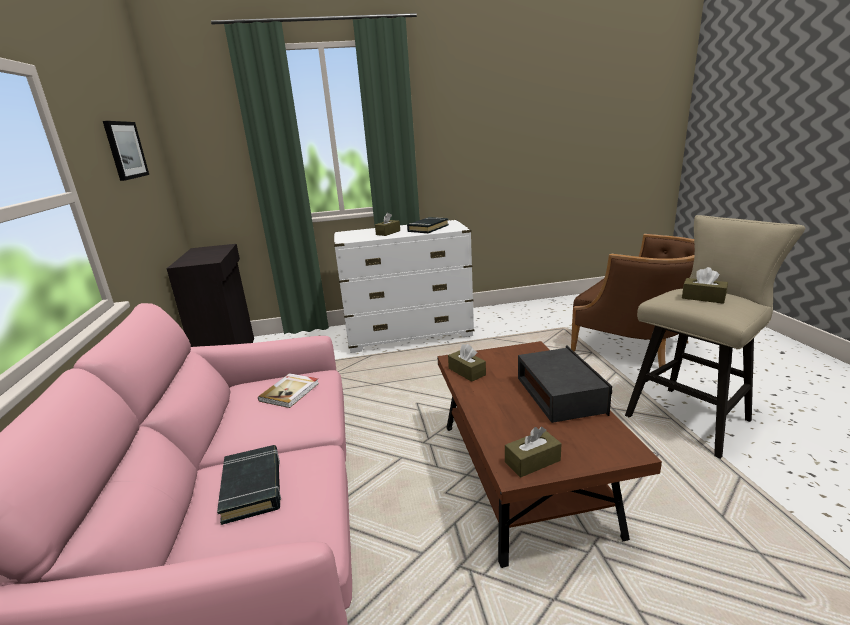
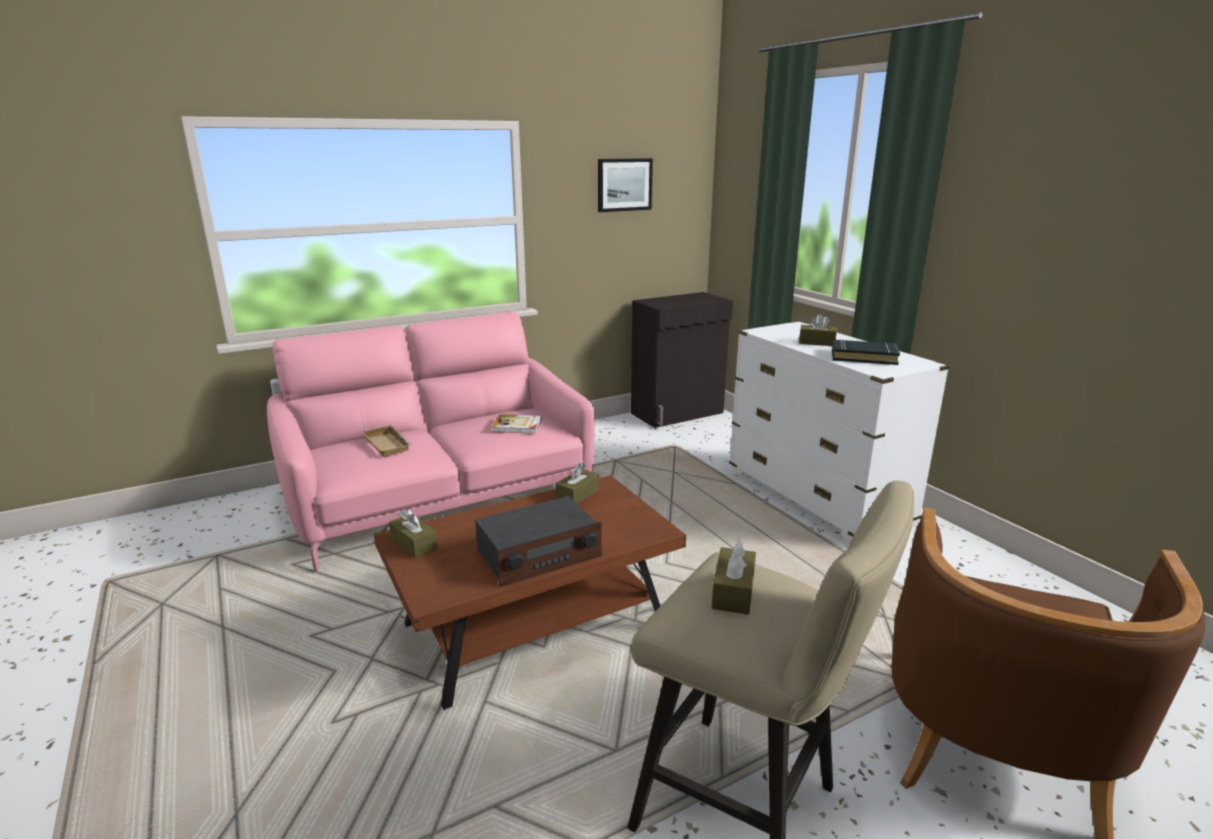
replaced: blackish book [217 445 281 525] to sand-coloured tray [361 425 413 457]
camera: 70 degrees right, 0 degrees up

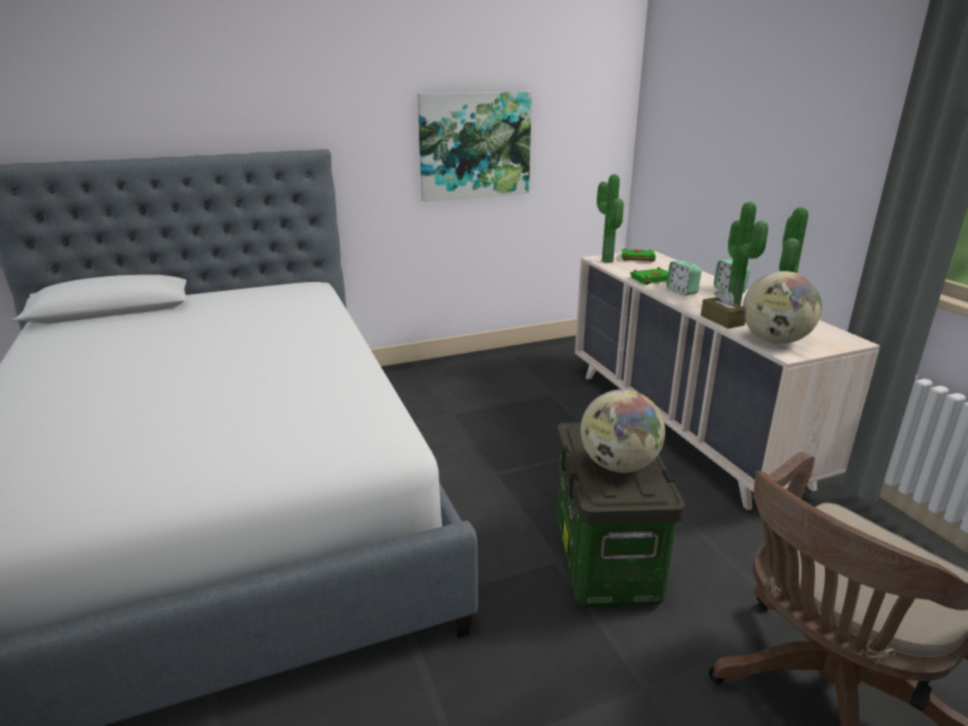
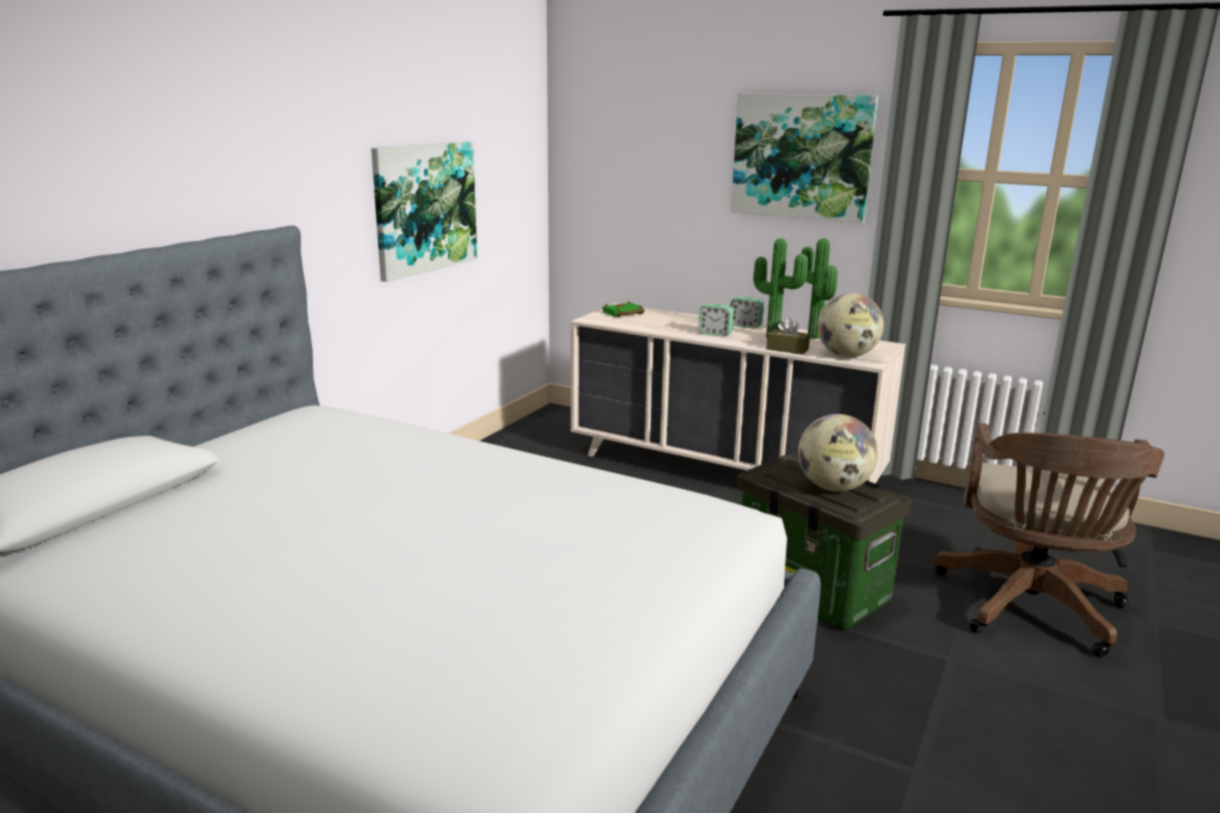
removed: potted plant [597 174 624 263]; greenish book [630 267 668 285]
added: wall art [731 93 878 223]
camera: 40 degrees left, 5 degrees down

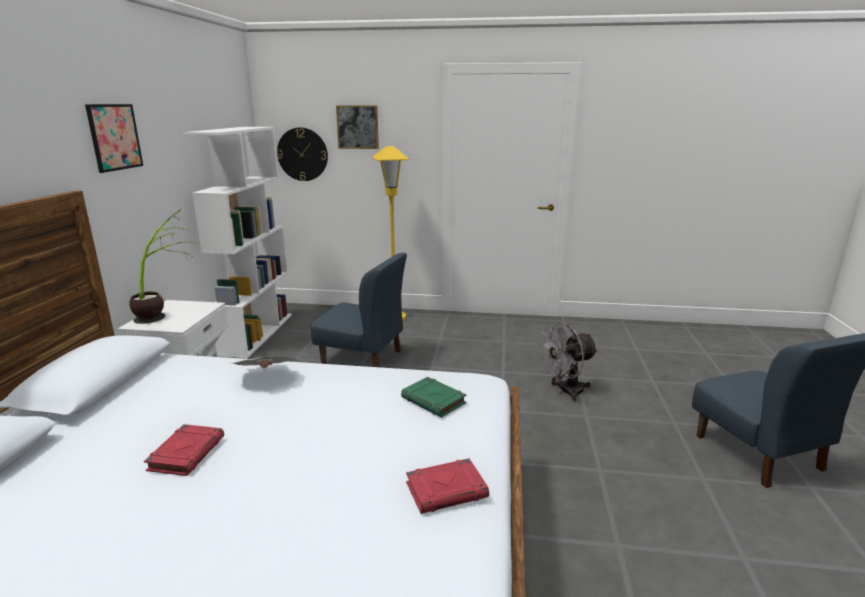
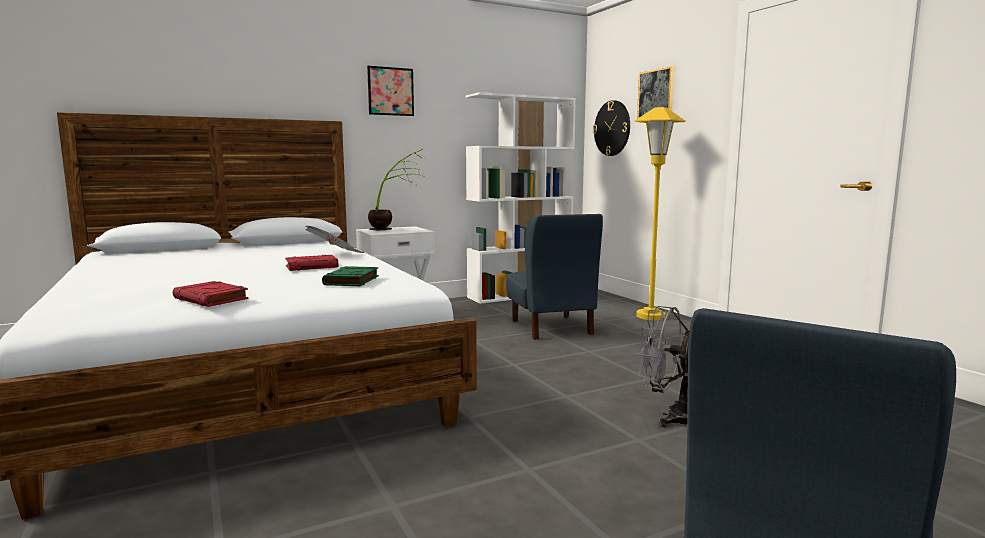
moved: red book [144 424 224 476] to [285 255 338 271]
camera: 55 degrees right, 10 degrees down

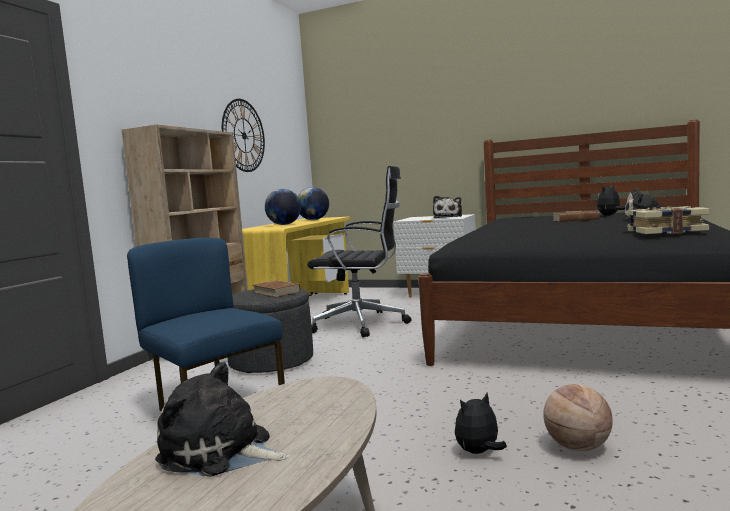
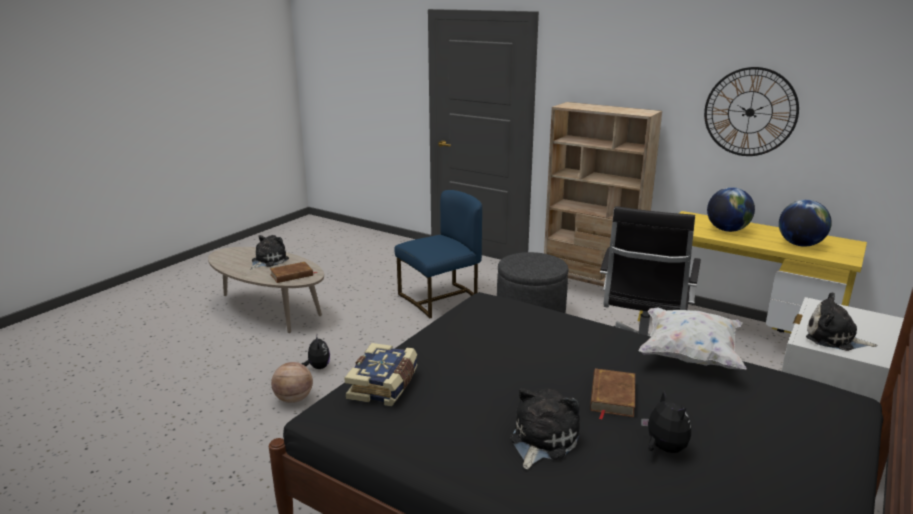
added: whitish cushion [638 307 747 369]
moved: brown book [253 280 301 297] to [270 262 317 283]
camera: 100 degrees right, 15 degrees up

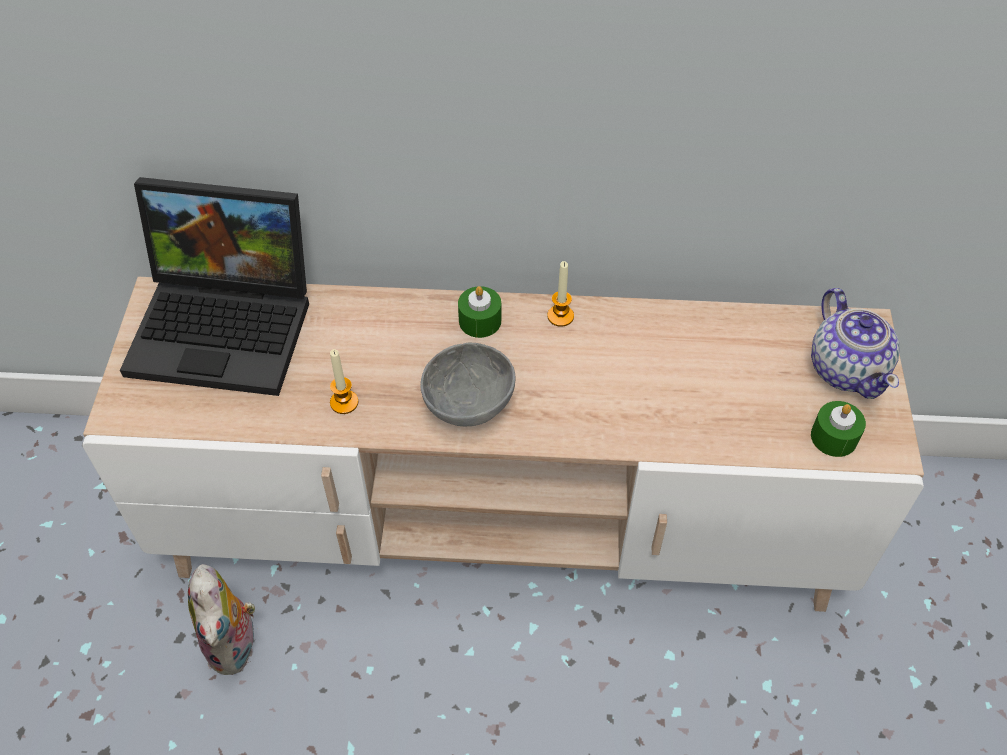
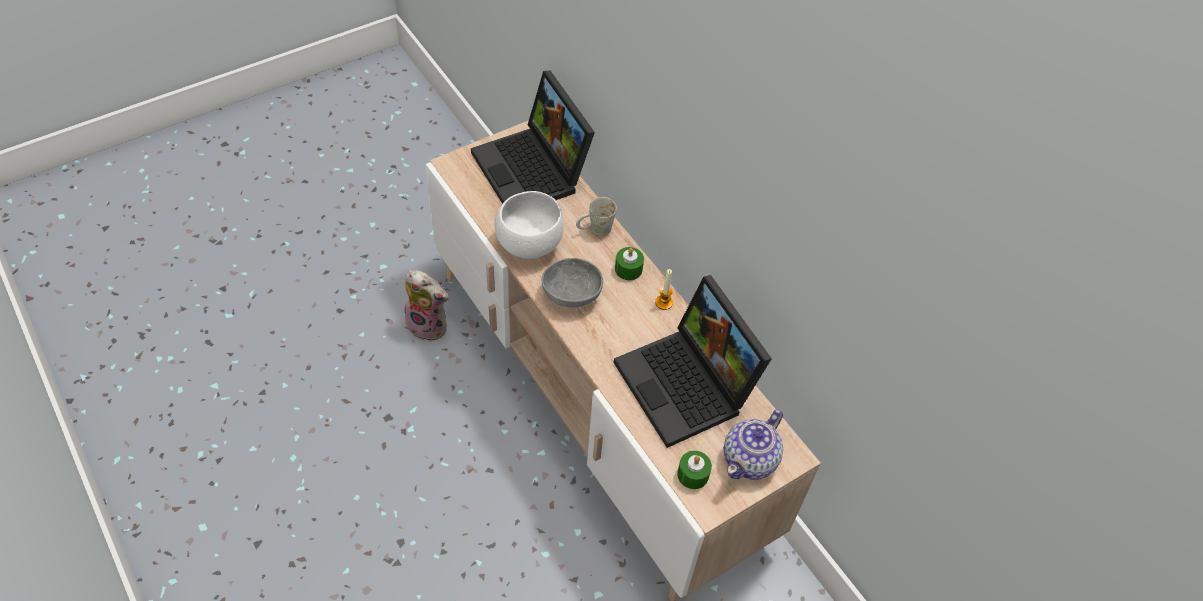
added: whitish tea mug [576 197 617 236]; portable computer [614 275 772 448]
replaced: wax candle [330 349 359 414] to whitish deep dish [495 191 564 259]
turned: cuddly toy [188 564 258 675] = [404 270 449 342] 105 degrees counterclockwise
camera: 50 degrees right, 0 degrees up

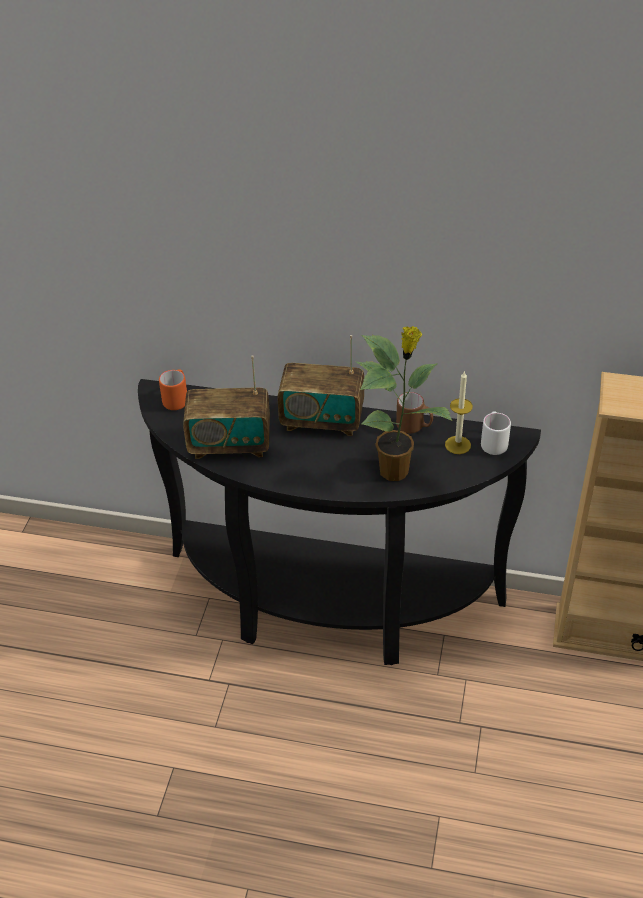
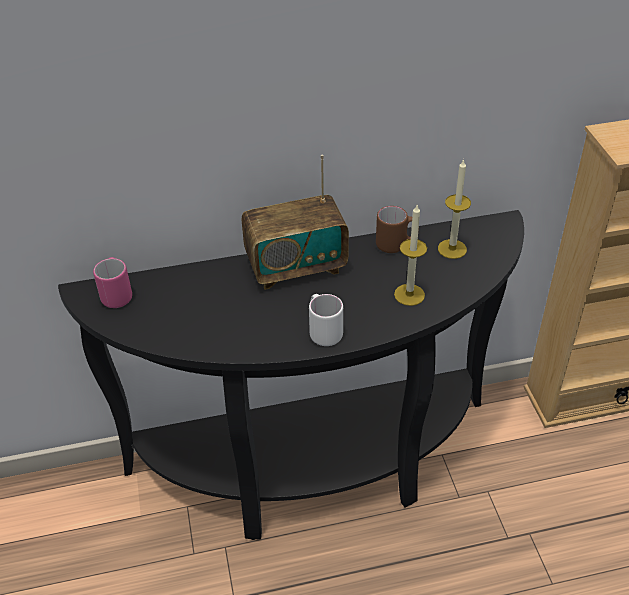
removed: radio set [183 355 270 459]
moved: whitish tea mug [481 411 511 455] to [309 294 343 346]
replaced: potted plant [356 326 452 481] to wax candle [394 205 427 306]
recoloured: orange tea mug [159 369 187 410] to pinkish tea mug [93 257 132 308]
camera: 25 degrees left, 0 degrees up

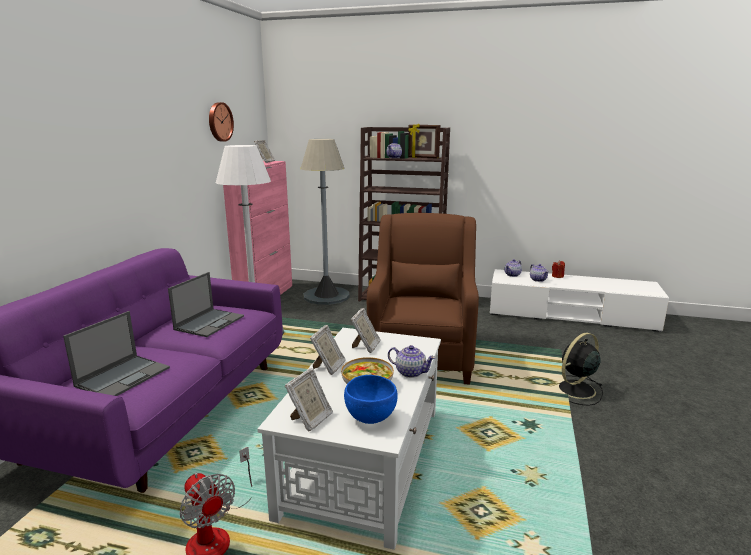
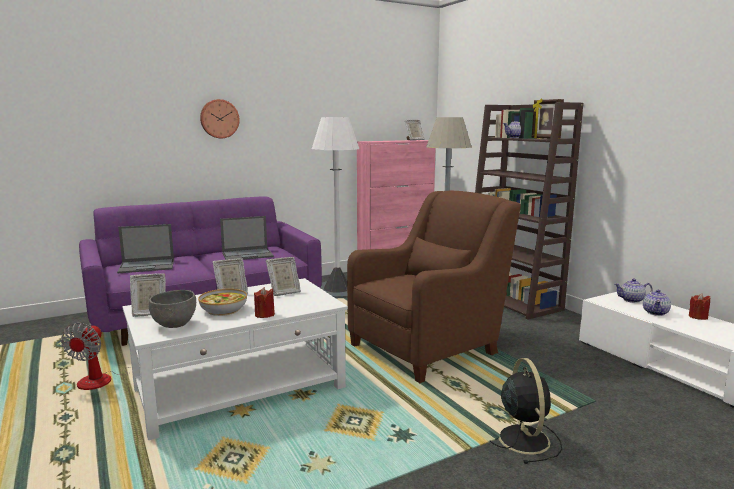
moved: hanging clock [209 102 234 142] to [200 99 239 138]
replaced: pot for tea [388 345 435 378] to red wax candle [254 287 275 318]
recoloured: bluish deep dish [344 375 398 424] to grey deep dish [149 290 196 328]
turned: blackish electric fan [559 333 603 406] = [489 358 562 464] 75 degrees clockwise
camera: 45 degrees right, 5 degrees down

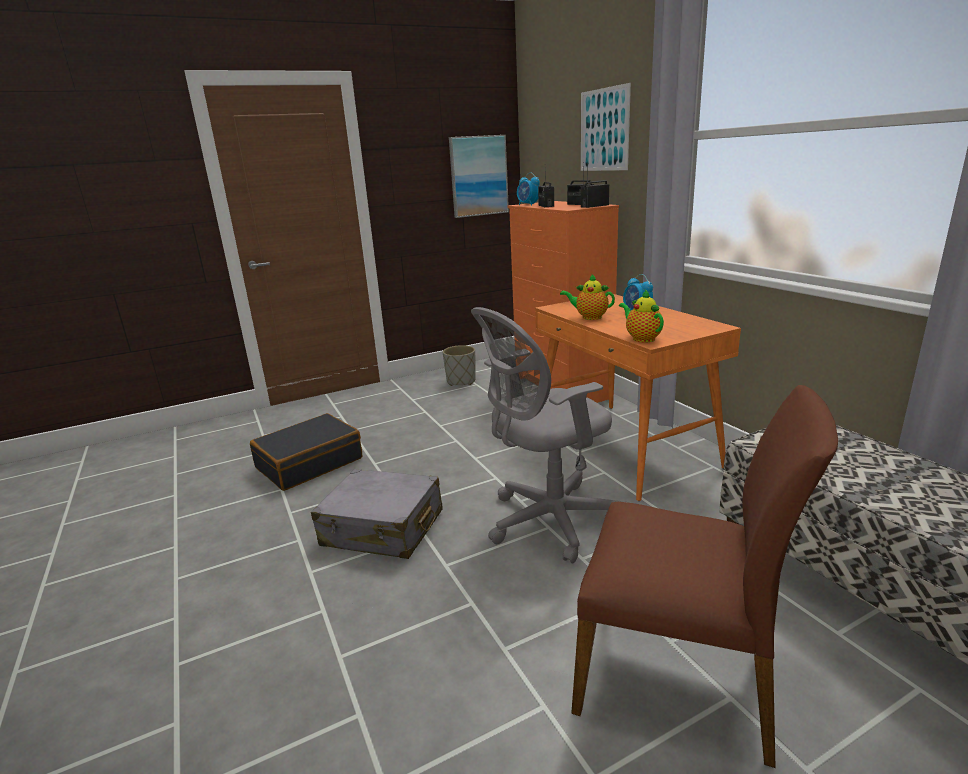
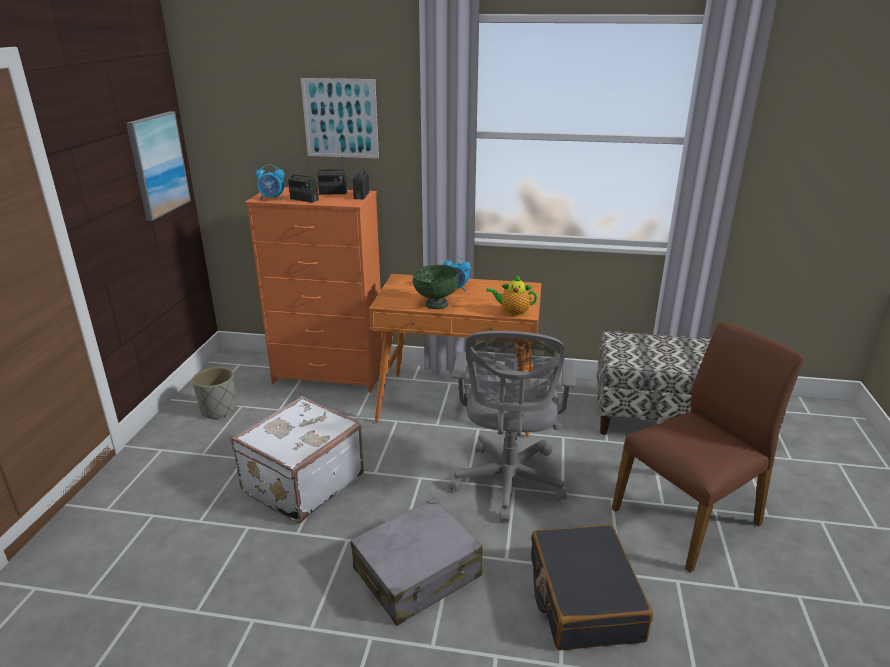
added: whitish piece of luggage [231 396 364 523]
moved: blackish piece of luggage [250 413 362 491] to [531 524 653 650]
replaced: pot for tea [560 273 615 320] to greenish deep dish [413 265 459 309]
camera: 55 degrees left, 5 degrees up

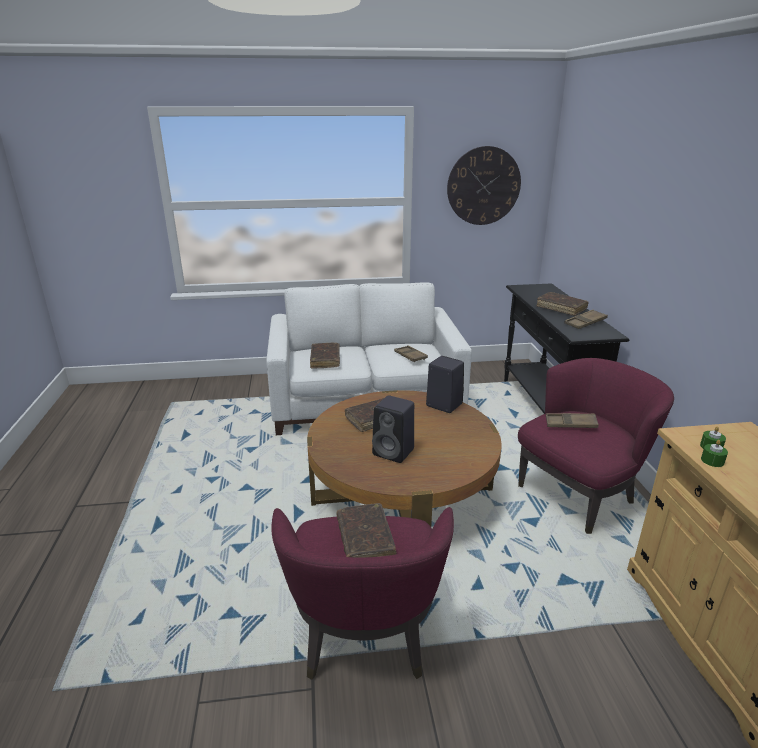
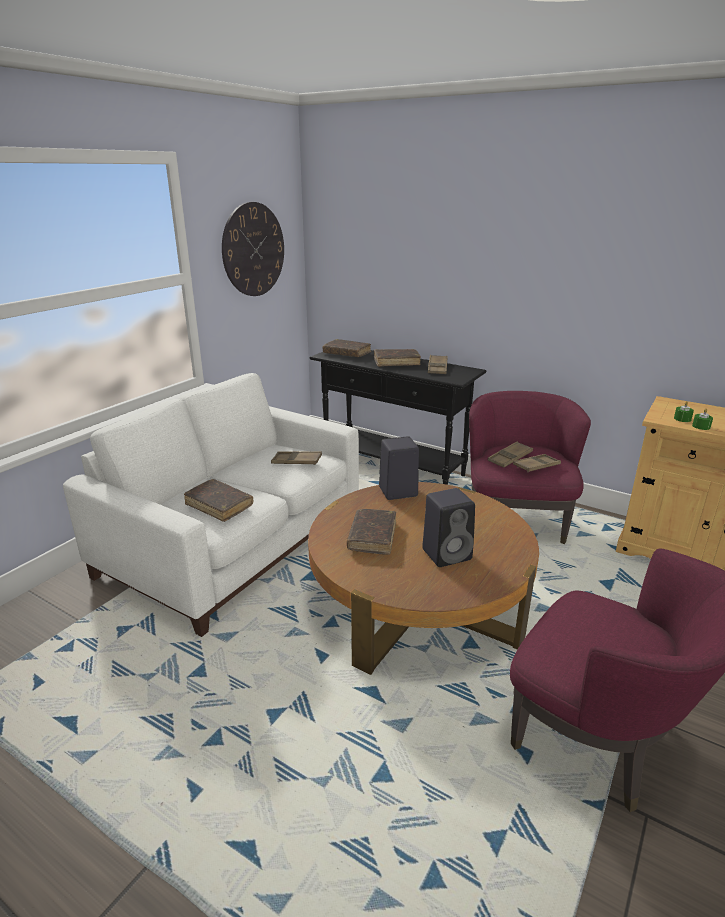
added: brown tray [513 454 561 473]
moved: brown book [336 503 396 558] to [323 339 371 357]
camera: 50 degrees left, 0 degrees up

